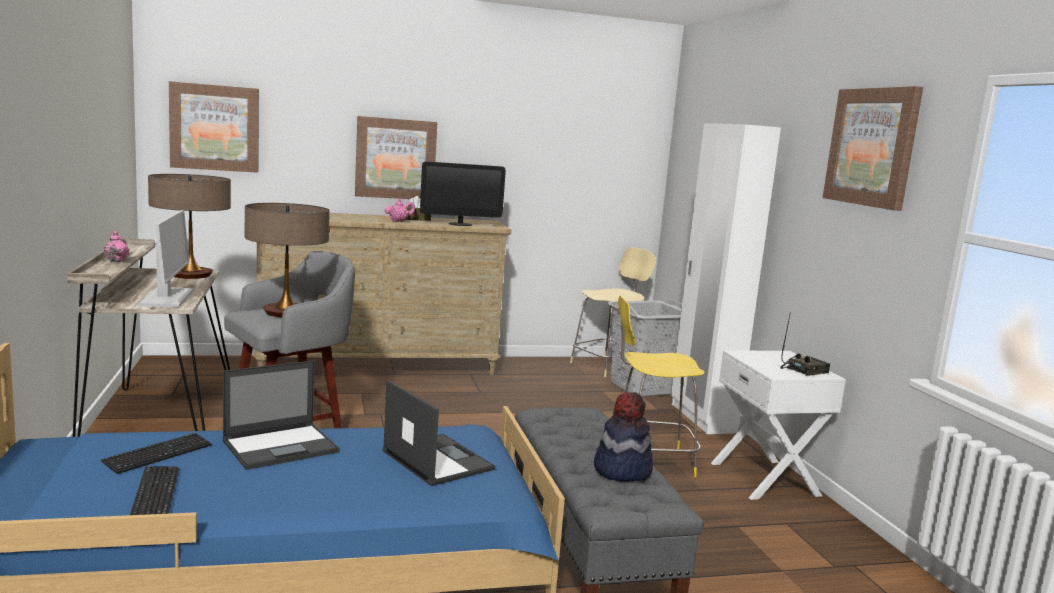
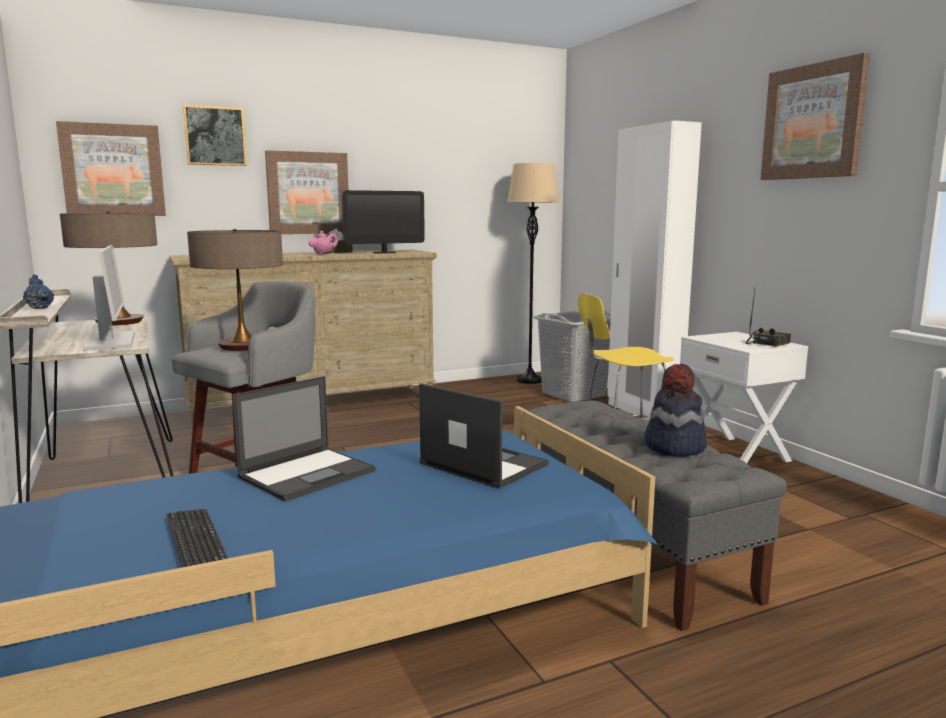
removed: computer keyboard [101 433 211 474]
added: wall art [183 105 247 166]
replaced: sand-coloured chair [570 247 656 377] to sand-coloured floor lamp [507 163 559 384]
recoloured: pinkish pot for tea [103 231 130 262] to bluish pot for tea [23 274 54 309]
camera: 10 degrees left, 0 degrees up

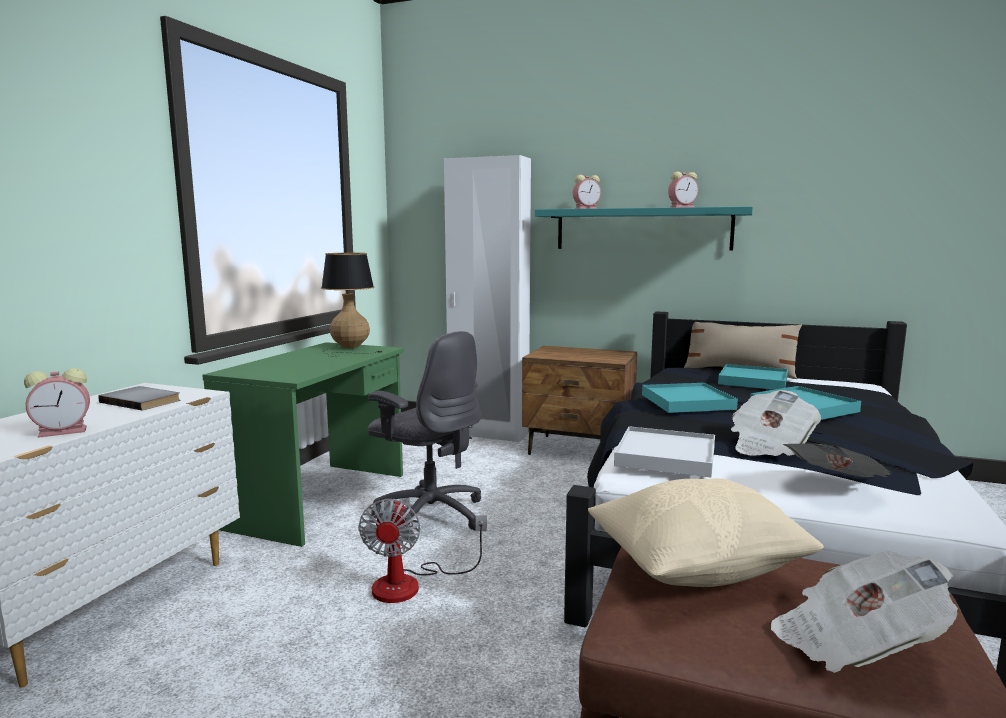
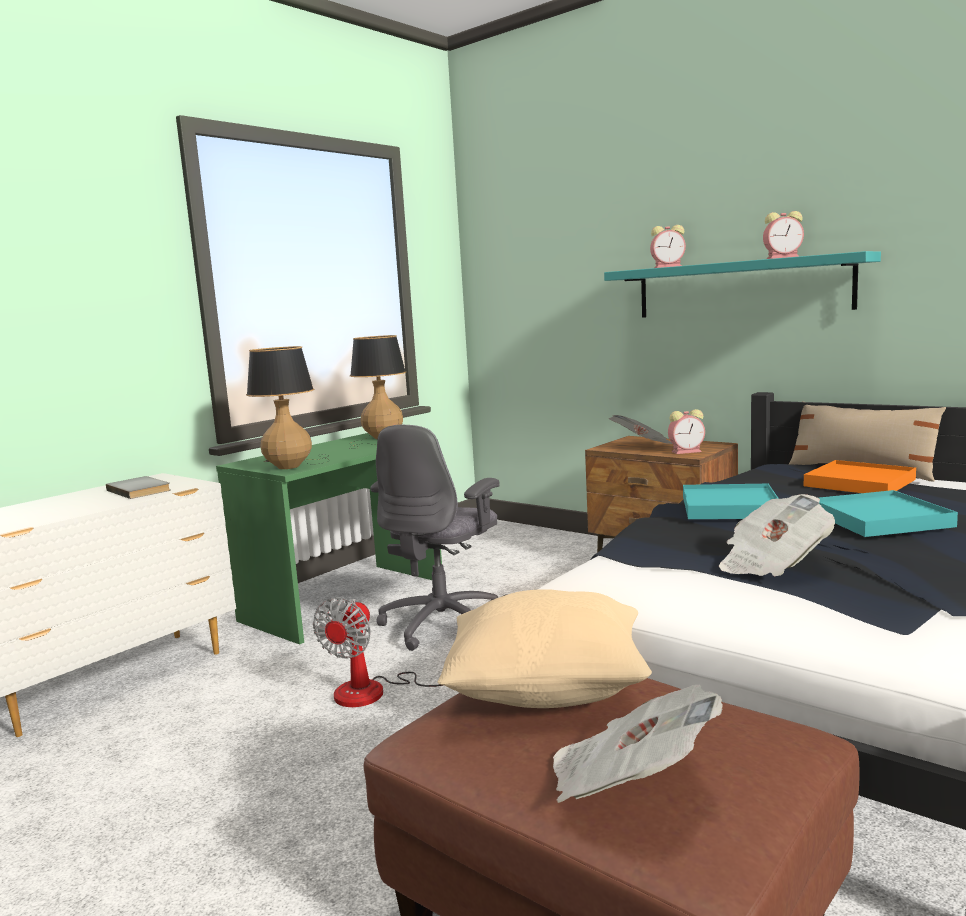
removed: whitish clothes cupboard [444 155 531 442]; whitish tray [614 426 715 477]
added: tabletop lamp [246 346 328 469]
moved: alarm clock [24 368 90 438] to [668 409 705 454]; daily paper [783 444 892 477] to [609 415 673 444]
recoloured: turquoise-coloured tray [718 364 788 390] to orange tray [804 460 916 493]
turned: grey desk chair [368 331 481 530] = [370 425 500 651] 60 degrees clockwise
camera: 20 degrees right, 0 degrees up

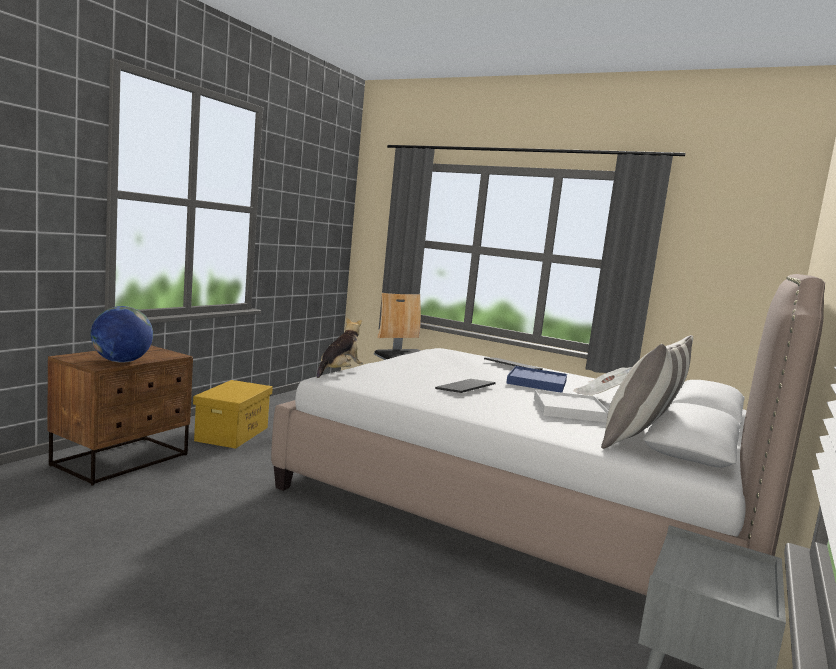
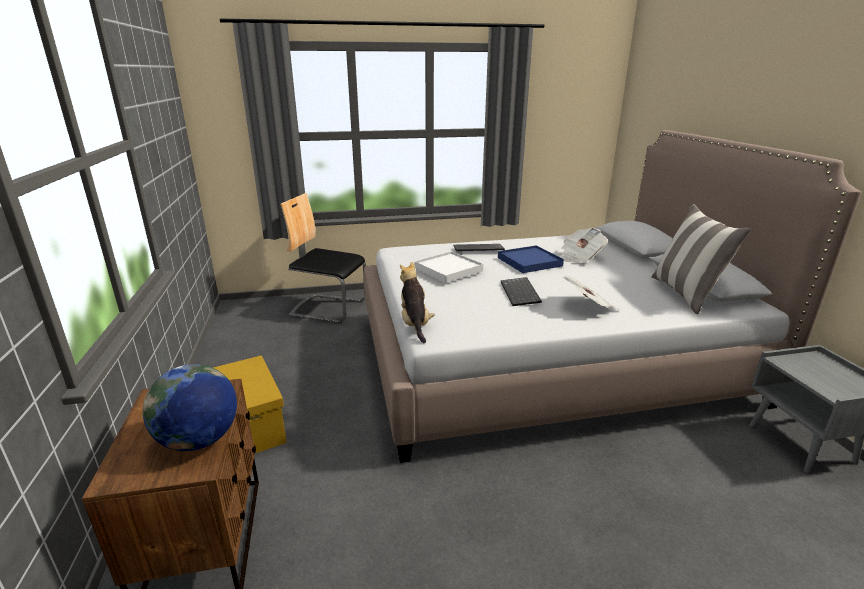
added: daily paper [562 276 620 310]
moved: whitish tray [534 390 608 422] to [414 251 483 283]
camera: 40 degrees left, 15 degrees up

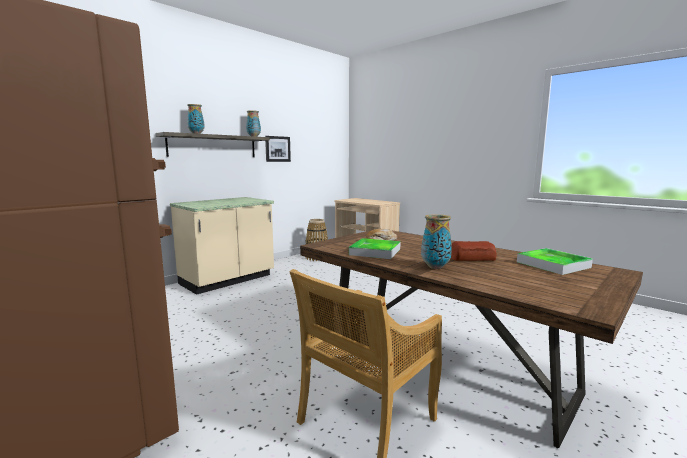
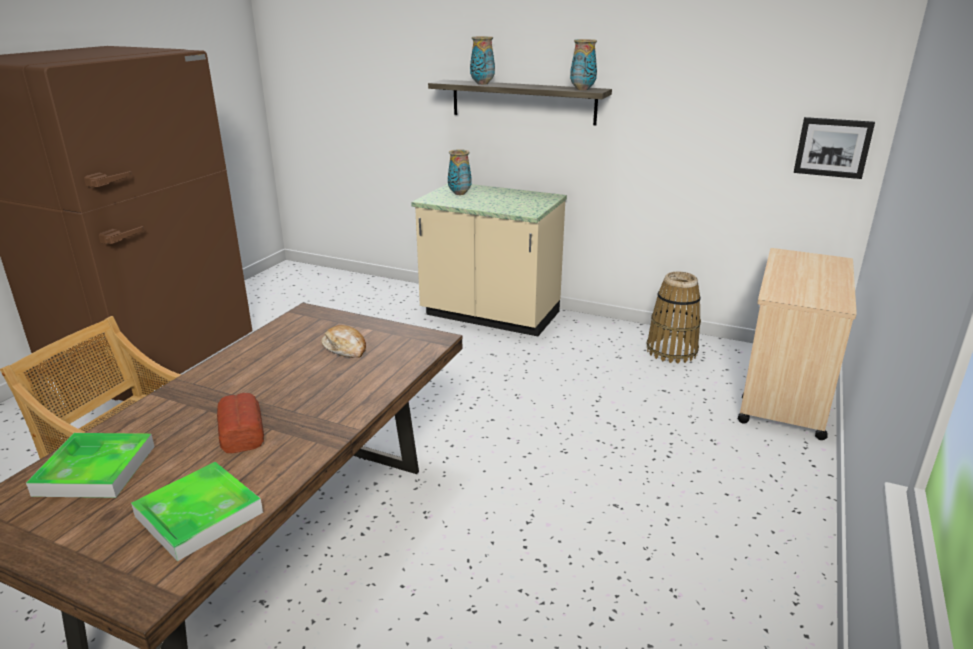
moved: wall art [265 136 291 162] to [794 117 875 179]; vase [421 214 452 269] to [448 149 472 195]; tray [349 238 401 259] to [26 433 155 498]
camera: 70 degrees right, 15 degrees up

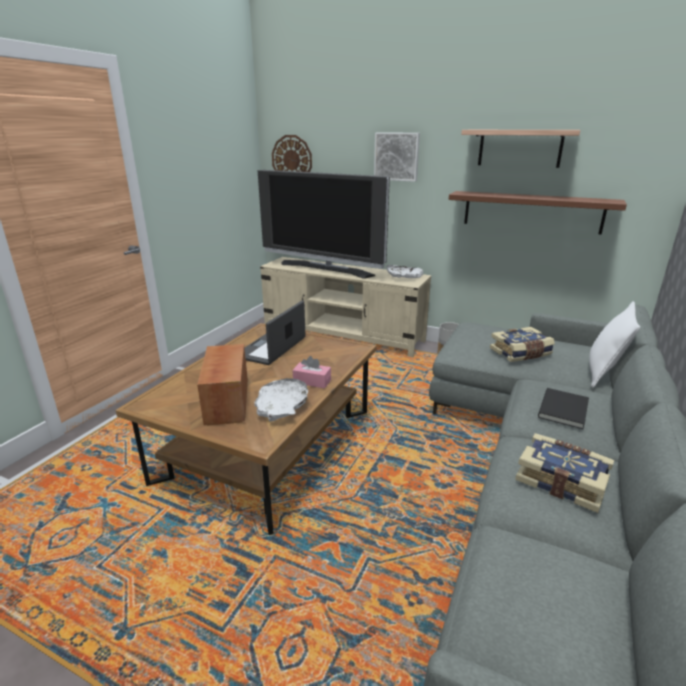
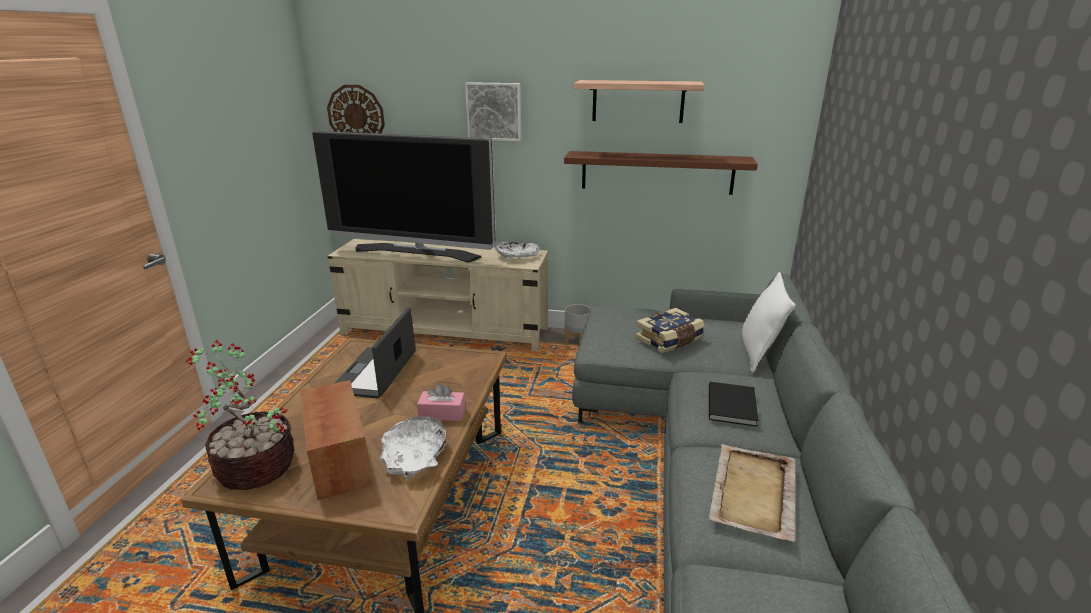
added: potted plant [186 340 295 490]
replaced: book [515 433 614 513] to sand-coloured tray [709 444 796 542]
camera: 15 degrees left, 0 degrees up

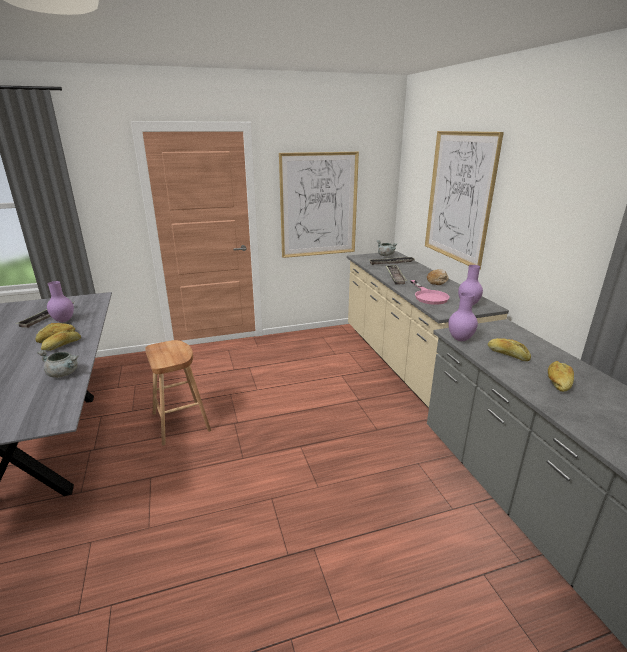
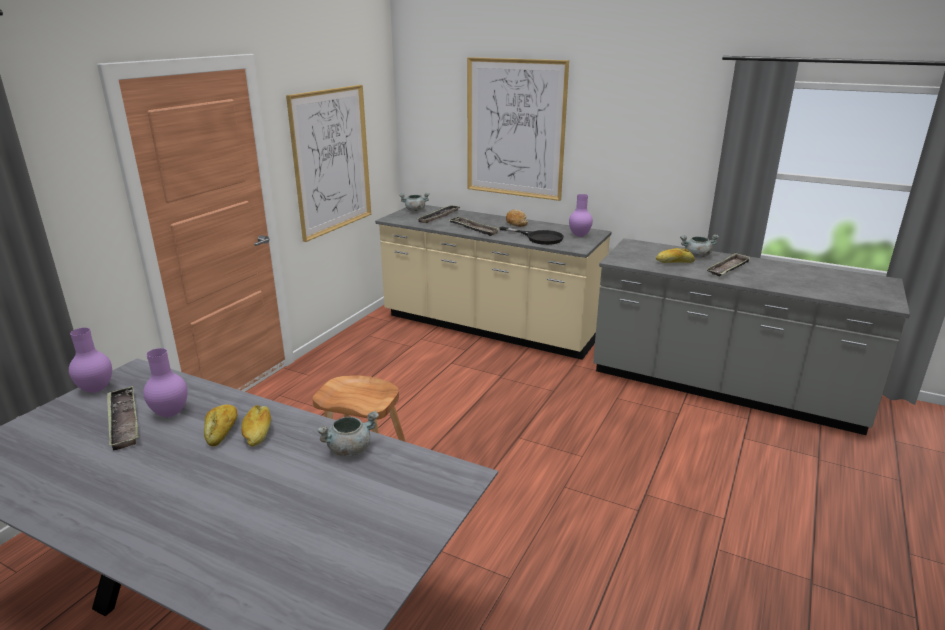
added: grey stockpot [680 234 719 258]
moved: purplish vase [448 292 478 341] to [69 328 112 393]
replaced: baked bread [548 361 574 392] to tray [706 252 751 277]
recoloured: pinkish skillet [410 280 449 305] to blackish skillet [500 227 564 245]
camera: 45 degrees left, 0 degrees up

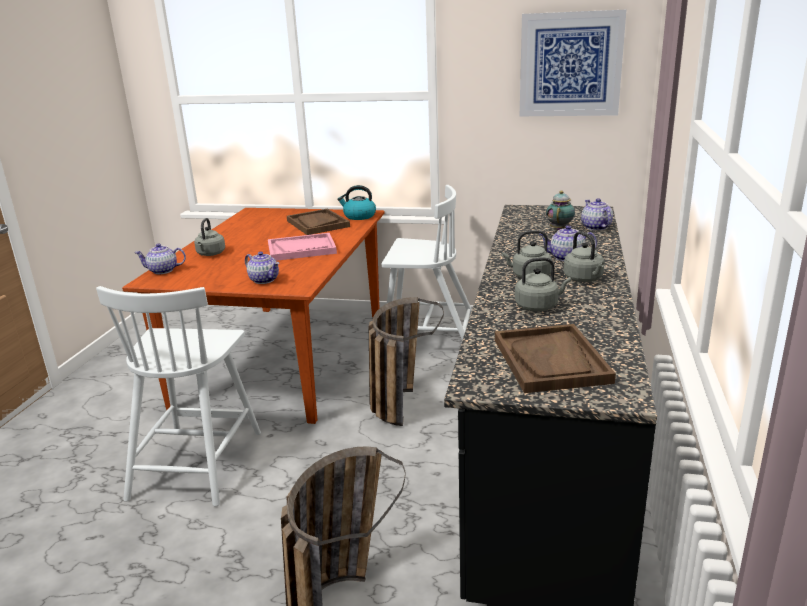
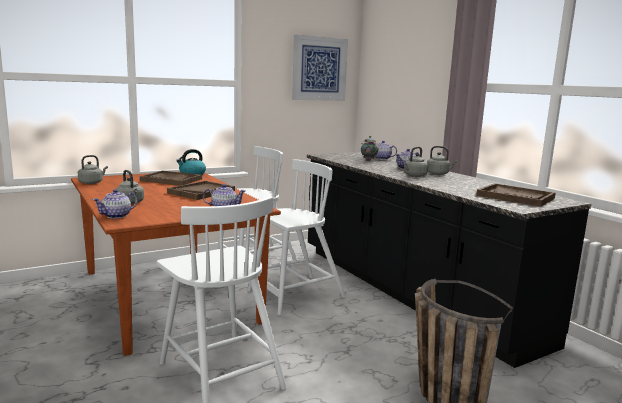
moved: grey tea kettle [515 257 571 311] to [78 155 108 184]
replaced: storage basket [369 297 444 426] to whitish chair [247 159 346 315]
recoloured: pinkish tray [268 233 337 261] to brown tray [167 181 235 200]
camera: 45 degrees left, 10 degrees down

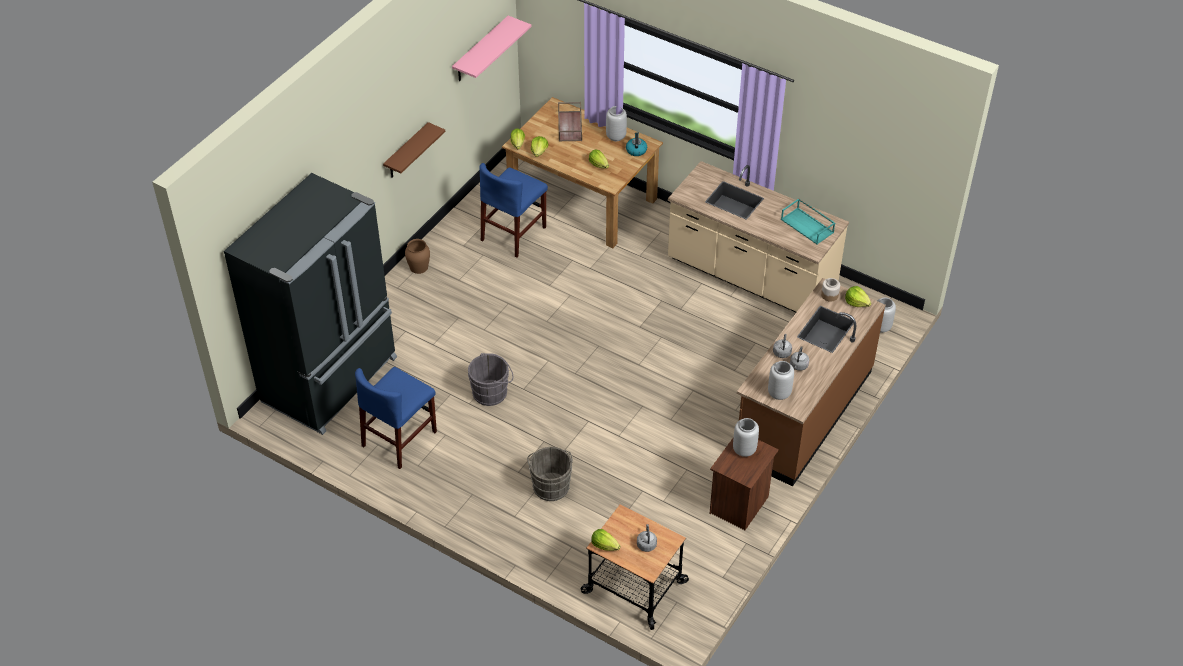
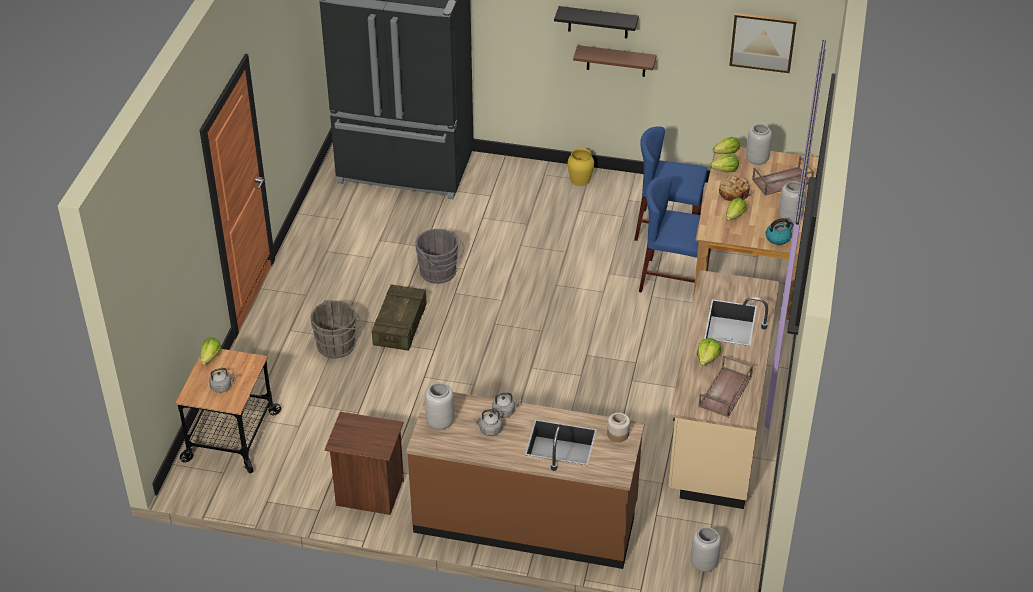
added: blackish bracket shelf [554 6 639 38]; baked bread [719 176 754 201]; crate [372 284 426 351]
moved: lettuce head [845 286 872 307] to [697 338 721 366]; bluish chair [355 367 437 469] to [639 176 711 293]; grey vase [733 418 759 457] to [746 124 772 165]
replaced: pinkish bracket shelf [452 16 532 81] to wall art [729 13 797 73]
recoloured: turquoise-coloured tray [781 198 835 245] to brown tray [698 355 753 417]; brown vase [405 239 430 274] to yellow vase [568 148 594 186]
camera: 70 degrees right, 5 degrees down

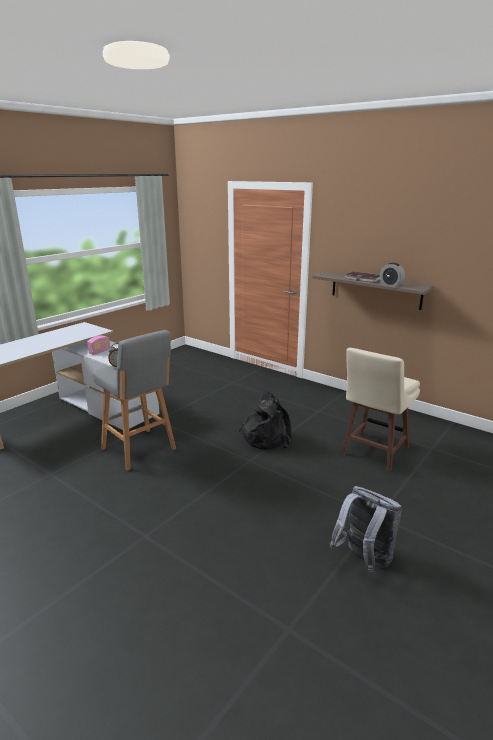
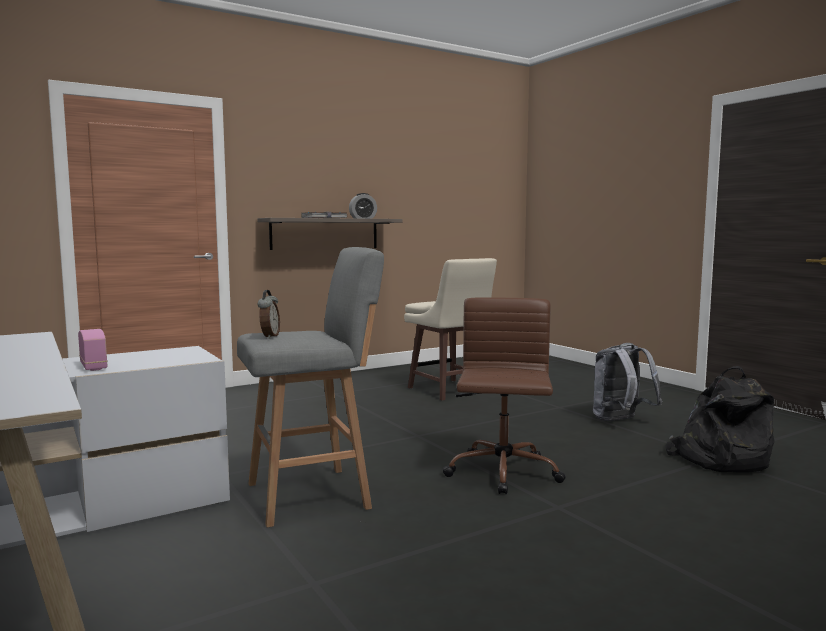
added: brown desk chair [443 297 566 494]
moved: blackish rucksack [239 390 292 450] to [665 366 775 473]
camera: 70 degrees left, 15 degrees down

